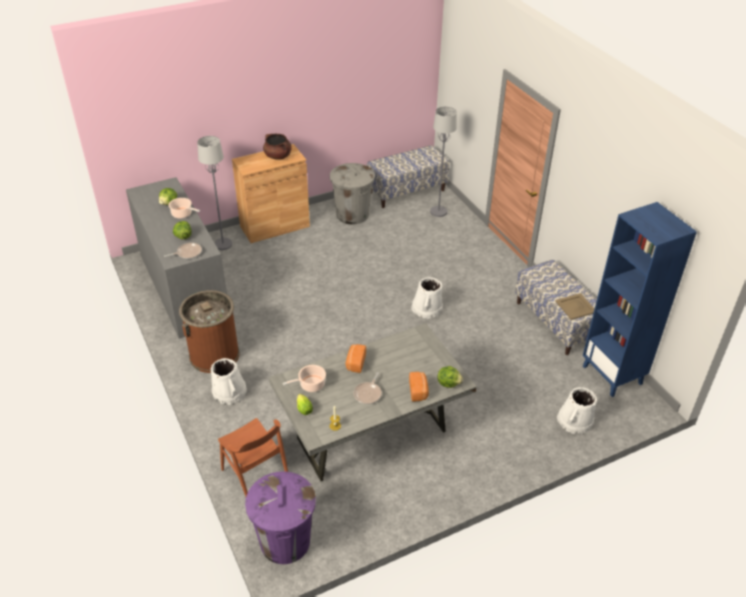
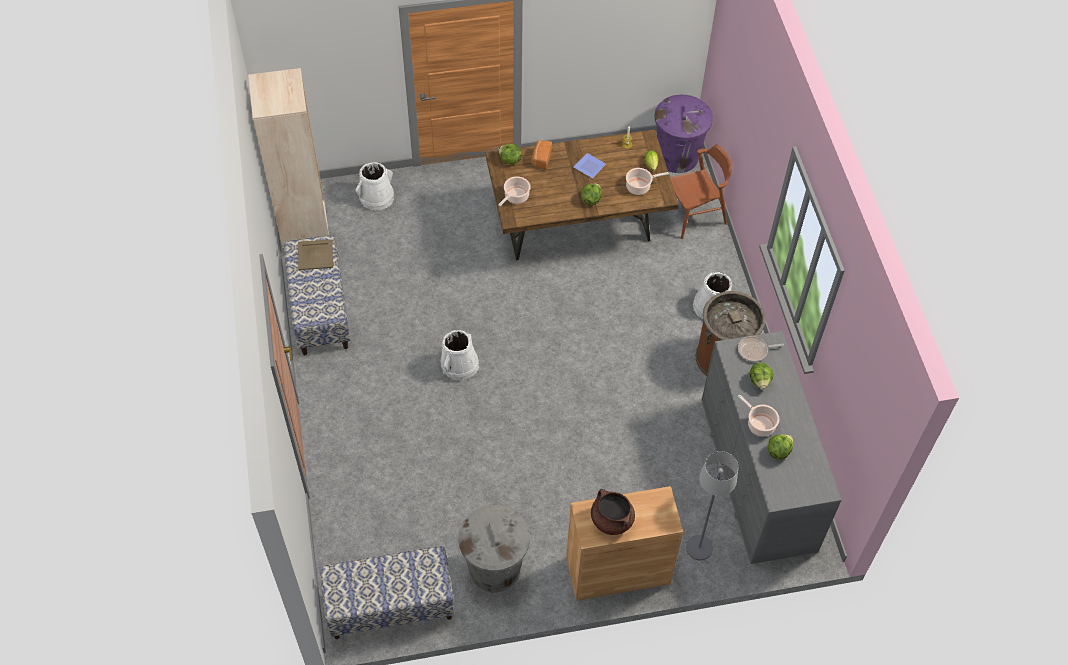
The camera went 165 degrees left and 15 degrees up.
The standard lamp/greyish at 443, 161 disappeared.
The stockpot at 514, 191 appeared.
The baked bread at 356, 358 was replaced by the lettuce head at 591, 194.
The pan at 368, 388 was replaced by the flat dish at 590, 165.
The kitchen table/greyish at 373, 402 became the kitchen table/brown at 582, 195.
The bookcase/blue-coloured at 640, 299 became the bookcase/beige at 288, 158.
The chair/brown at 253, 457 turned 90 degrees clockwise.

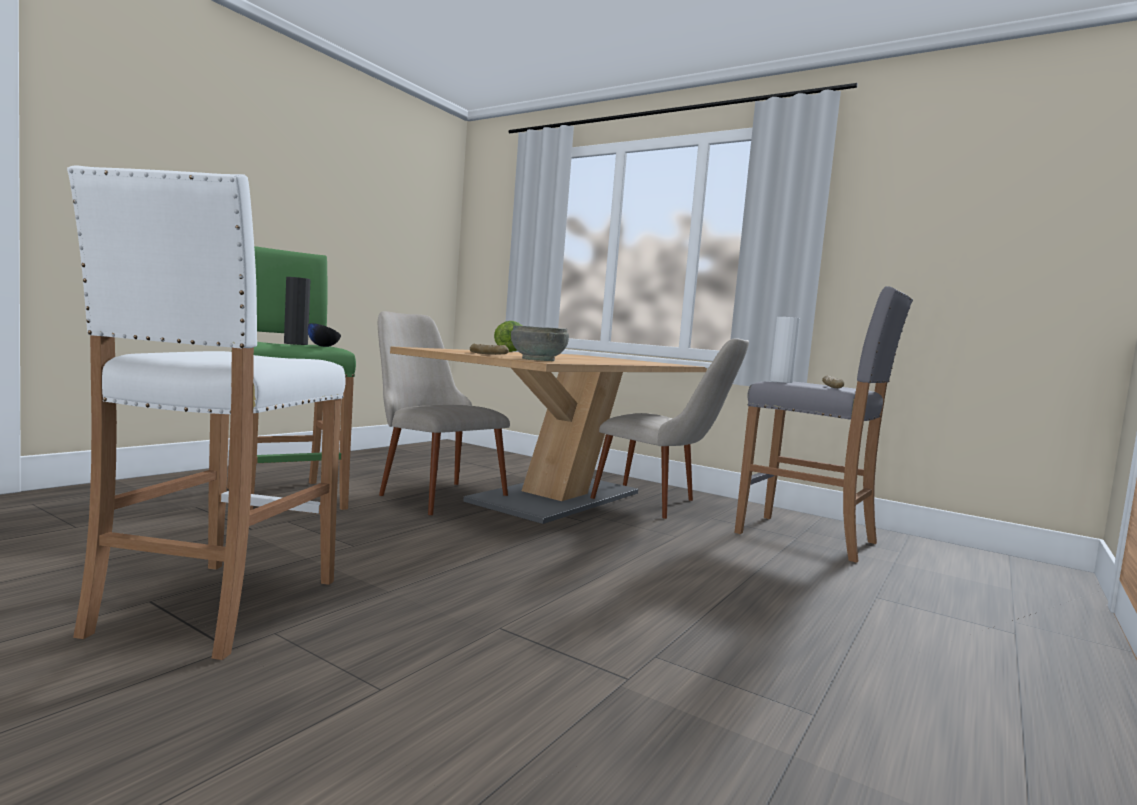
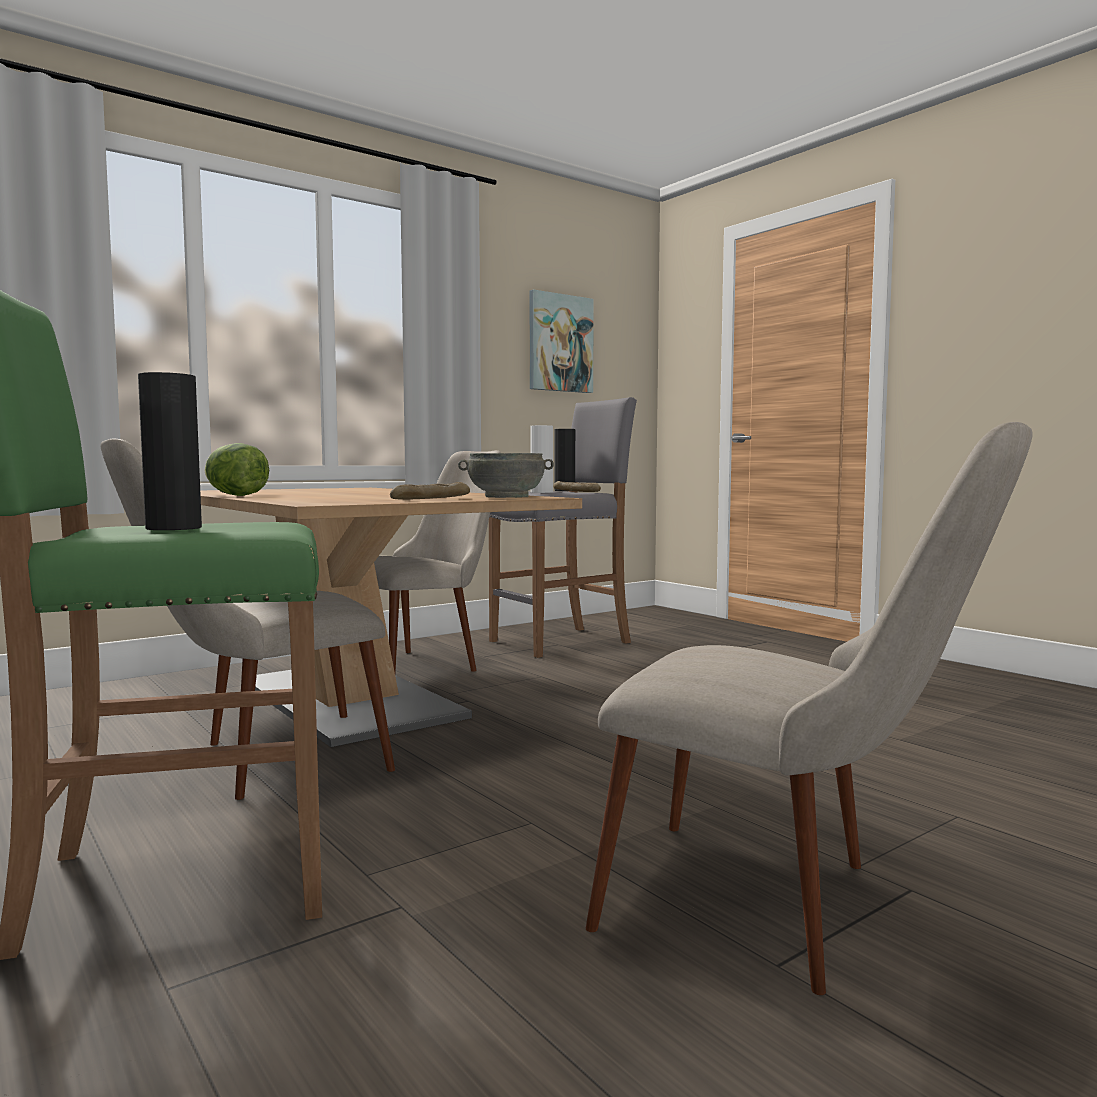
The camera went 70 degrees left and 0 degrees up.
The bowl/black at 324, 335 disappeared.
The wall picture at 562, 341 appeared.
The flower vase/black at 565, 460 appeared.
The stool seat/white at 206, 412 was replaced by the chair/beige at 809, 708.

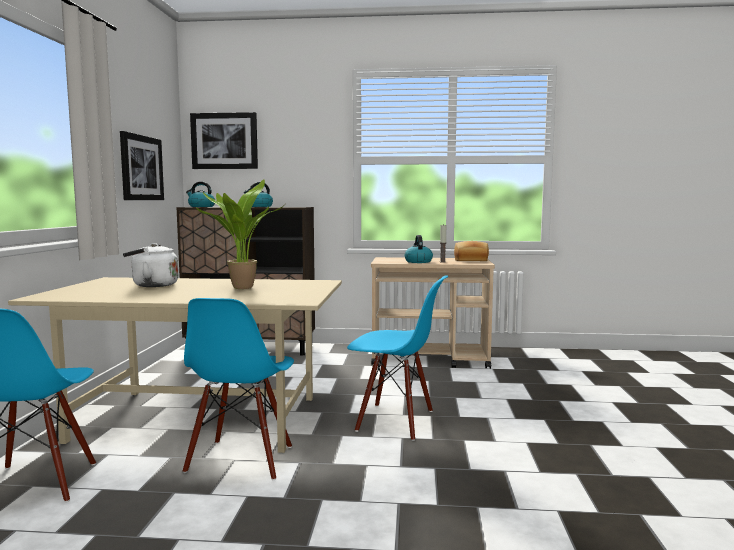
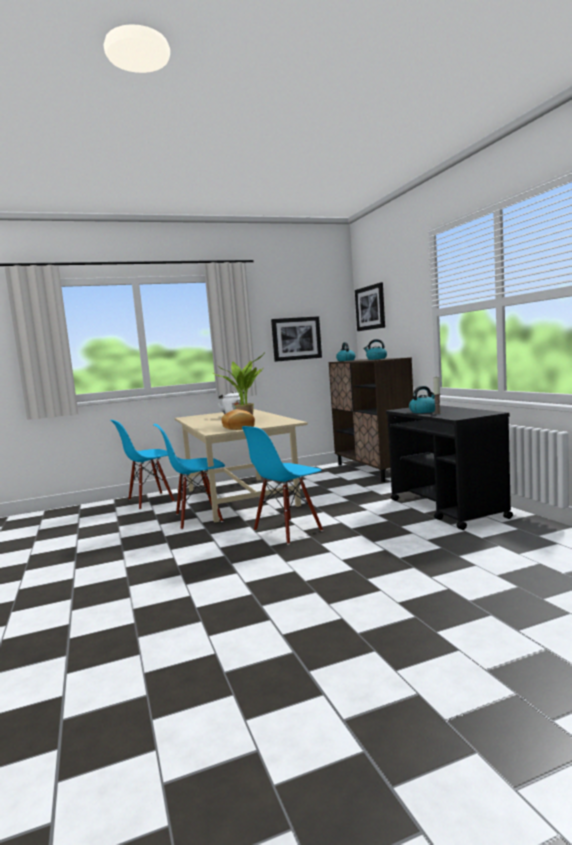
The camera went 65 degrees right and 0 degrees up.
The baked bread moved from 471, 251 to 238, 419.
The trolley/beige at 433, 313 became the trolley/black at 449, 467.
The chair/blue-coloured at 397, 358 turned 60 degrees clockwise.

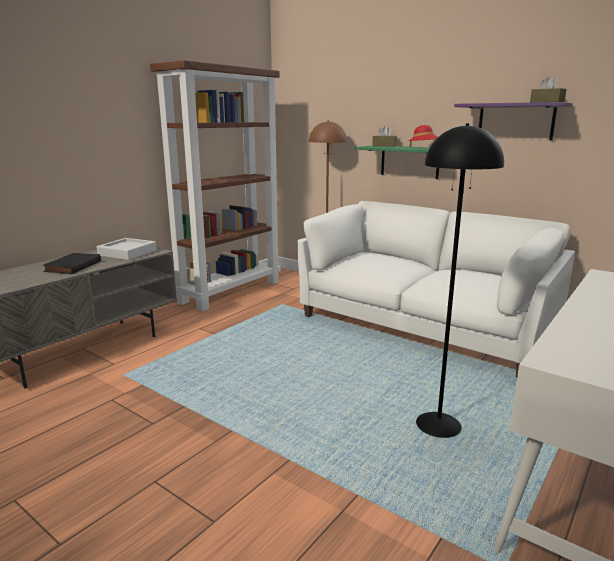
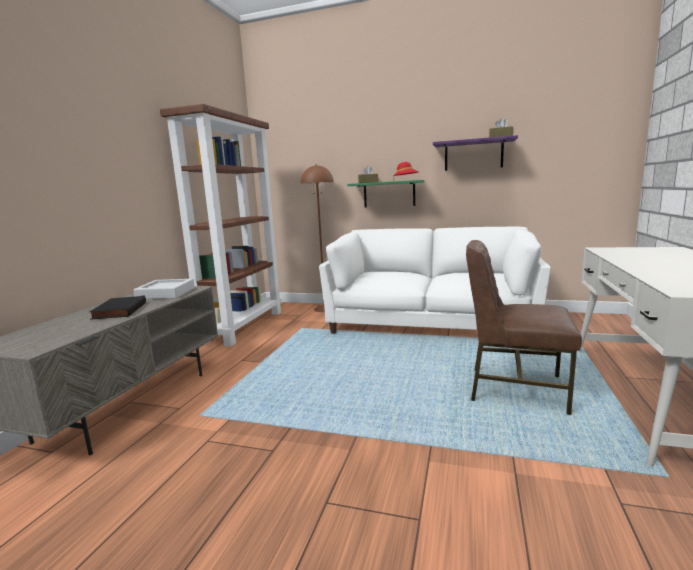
The camera went 20 degrees left and 5 degrees down.
The standard lamp/black at 460, 280 was replaced by the chair/brown at 524, 327.

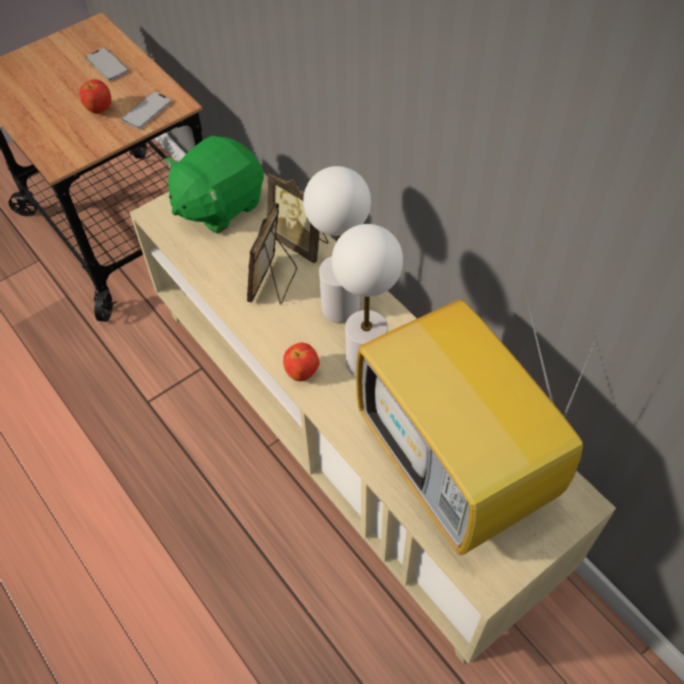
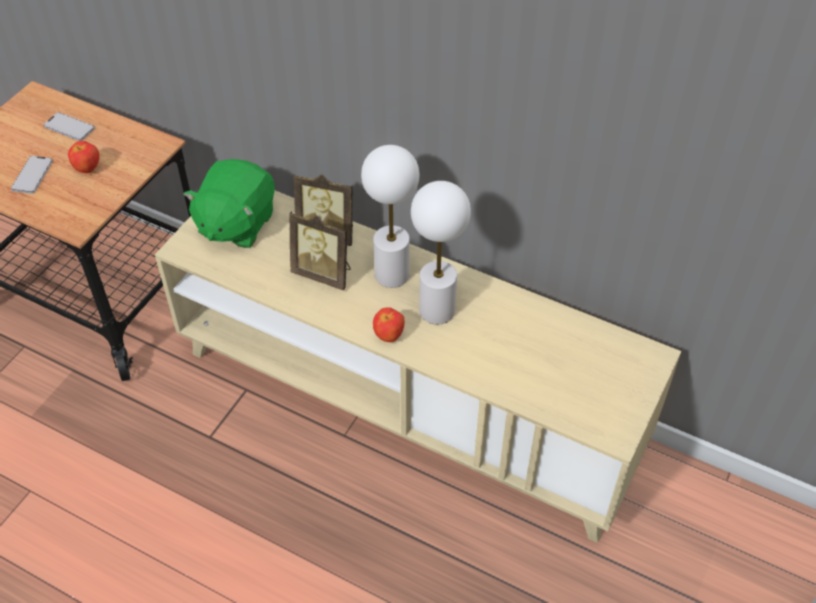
The camera went 25 degrees left and 5 degrees down.
The TV at 476, 418 disappeared.
The telephone moved from 147, 110 to 32, 175.
The picture frame at 272, 254 turned 60 degrees counterclockwise.

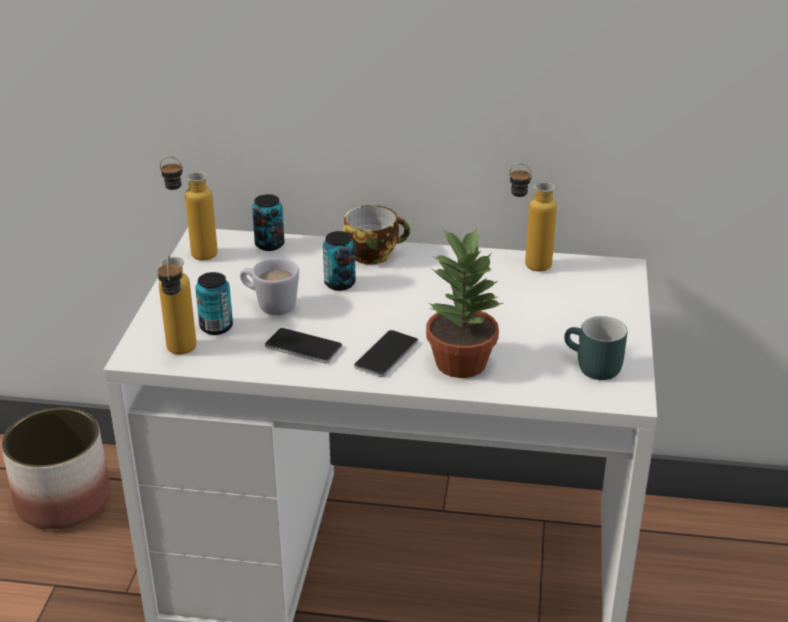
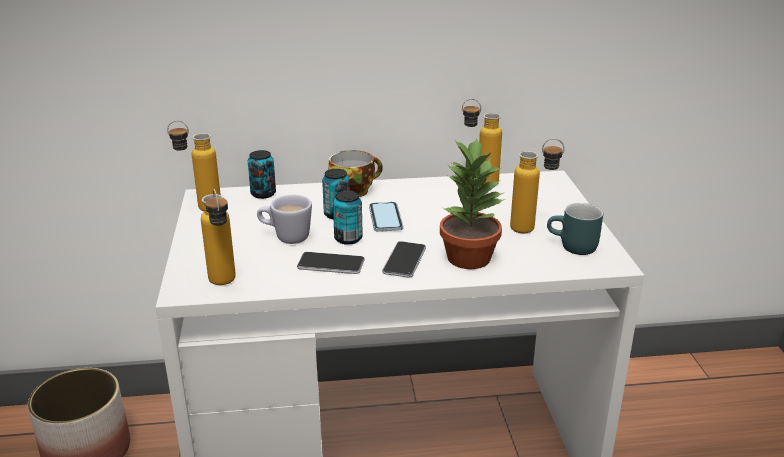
The camera went 15 degrees left and 5 degrees down.
The telephone at 386, 217 appeared.
The beverage bottle at 537, 185 appeared.
The metal can moved from 214, 303 to 348, 218.

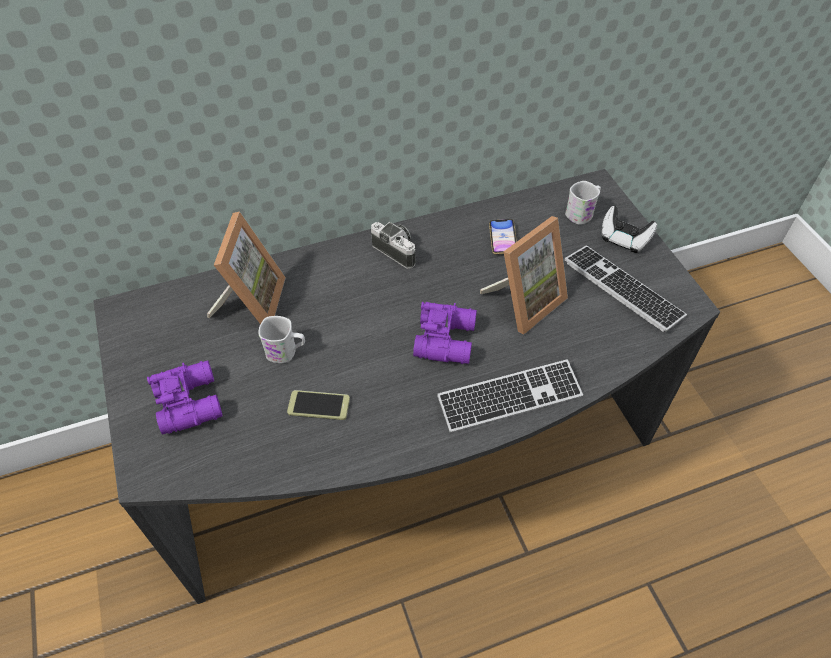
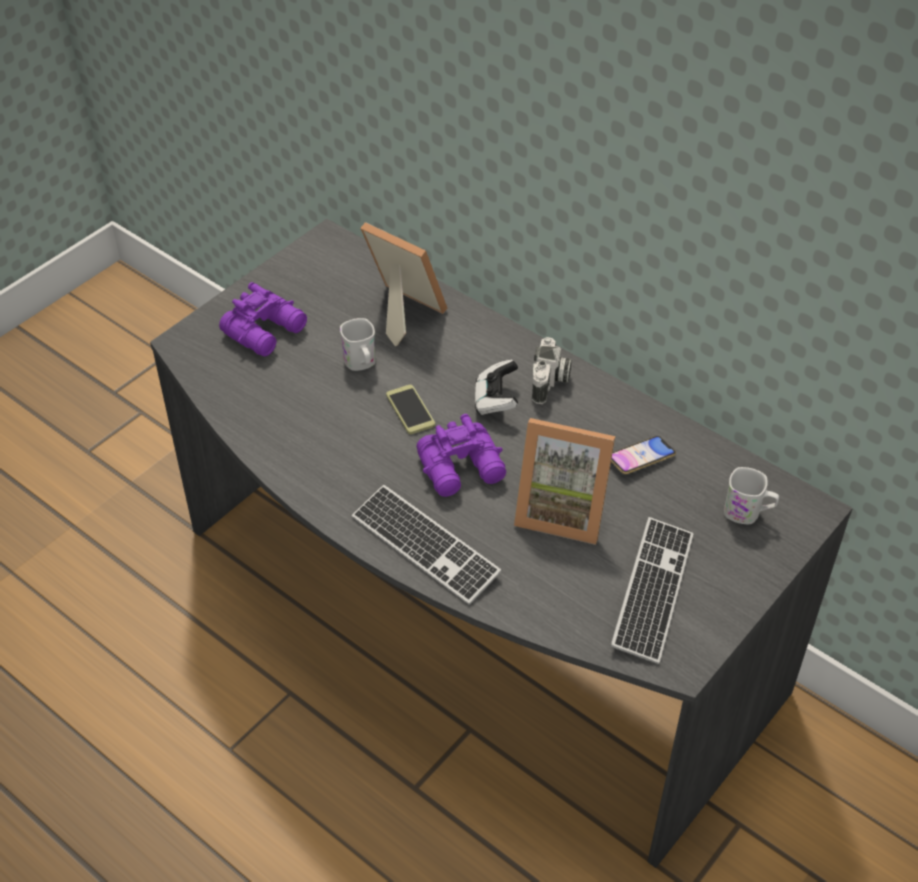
The camera went 60 degrees right and 5 degrees down.
The telephone moved from 318, 405 to 410, 409.
The joypad moved from 629, 229 to 496, 387.
The picture frame at 246, 268 turned 120 degrees counterclockwise.

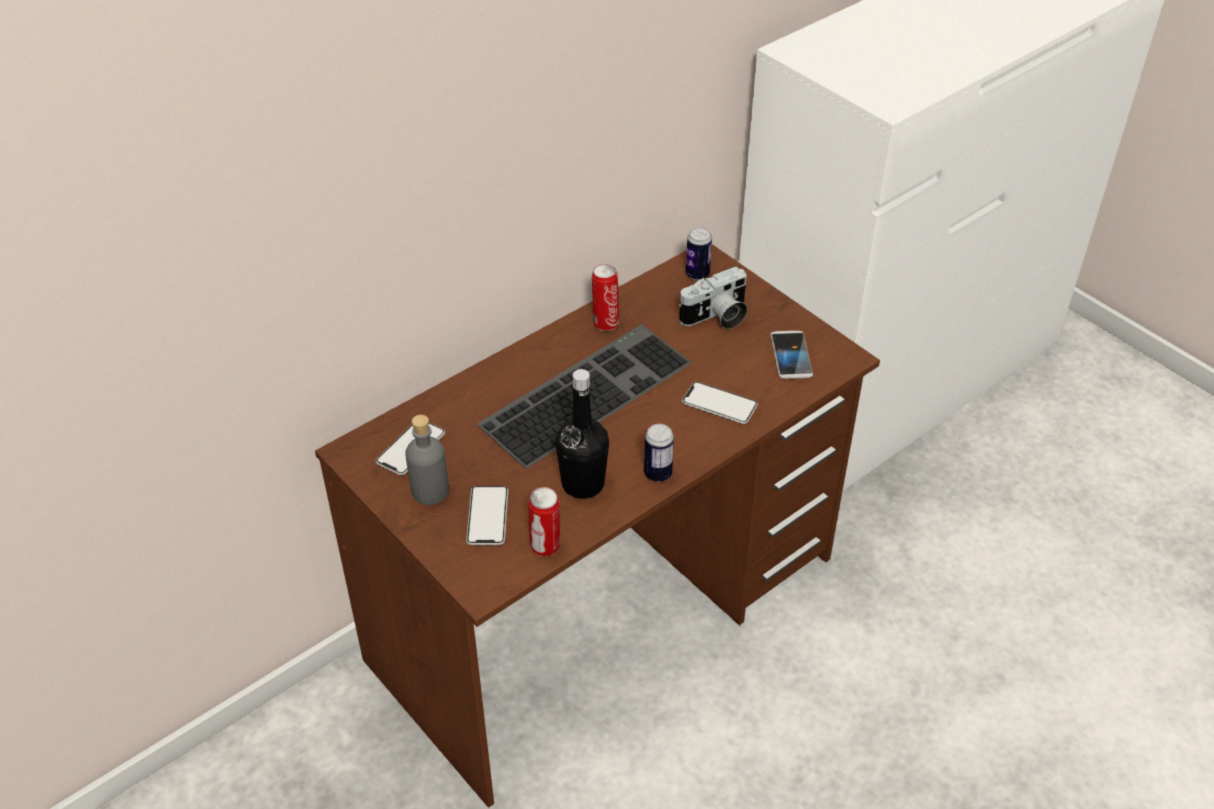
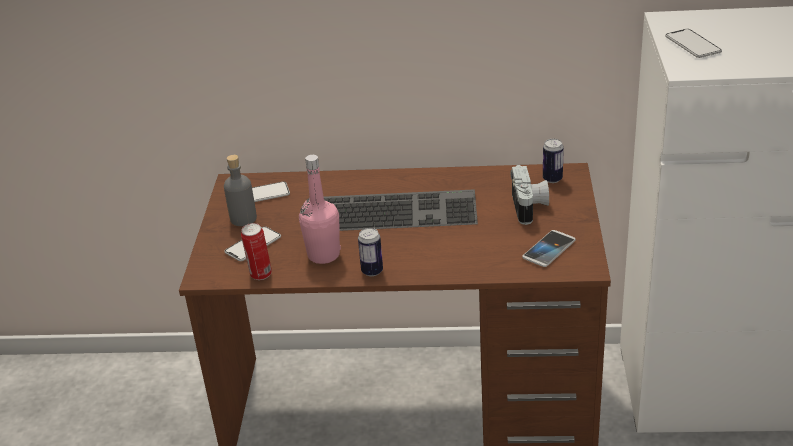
The camera went 45 degrees right and 10 degrees down.
The metal can at 605, 297 disappeared.
The telephone moved from 720, 403 to 693, 43.
The beverage bottle/black at 582, 434 became the beverage bottle/pink-coloured at 320, 209.
The photo camera at 713, 298 turned 105 degrees counterclockwise.

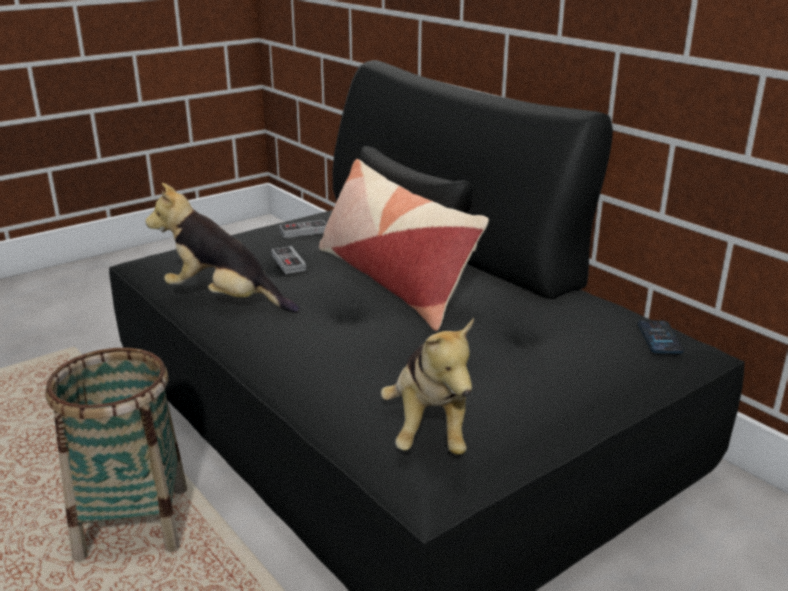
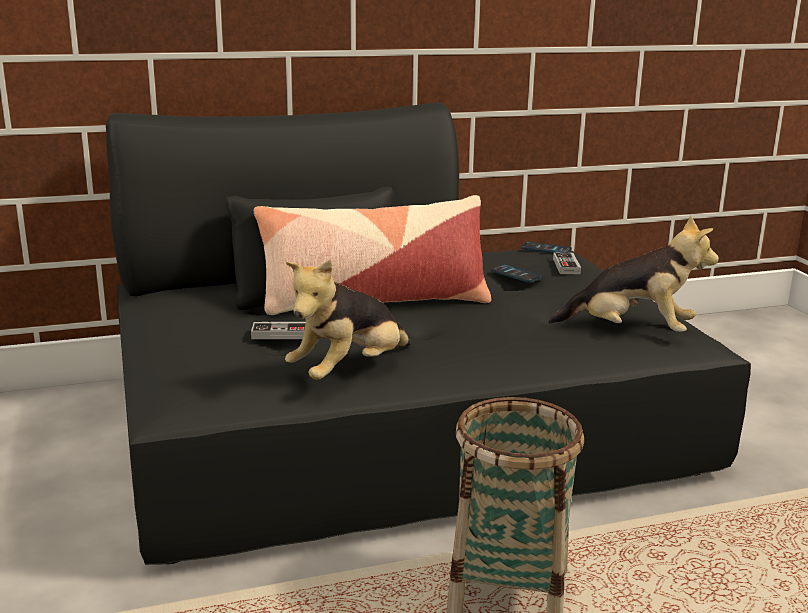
The camera went 70 degrees left and 5 degrees down.
The telephone at 517, 273 appeared.
The joypad moved from 303, 229 to 567, 263.

